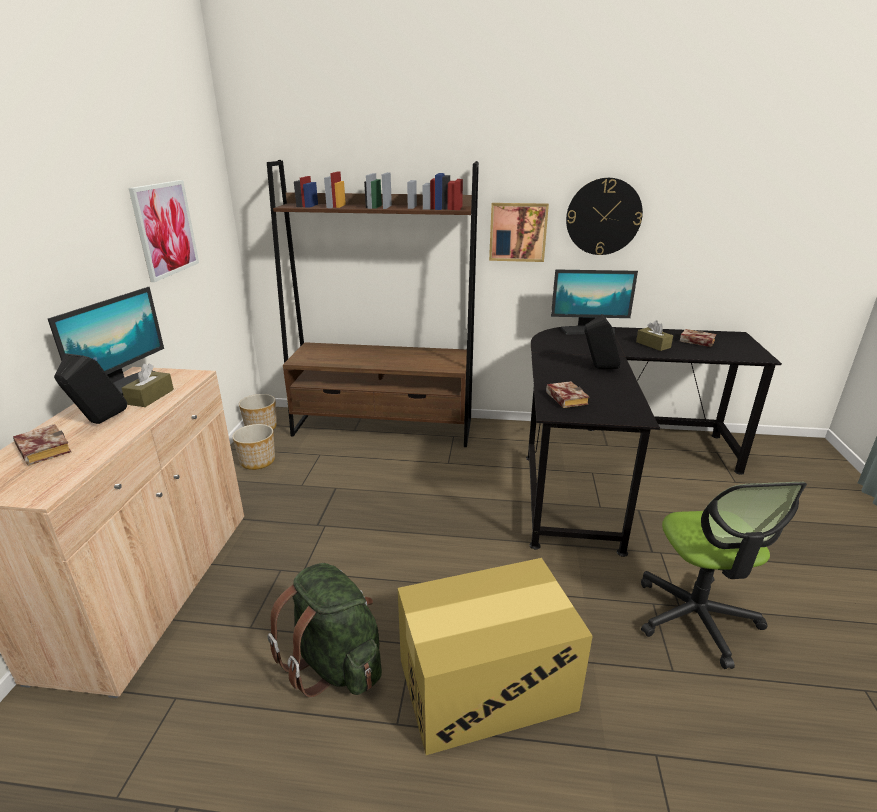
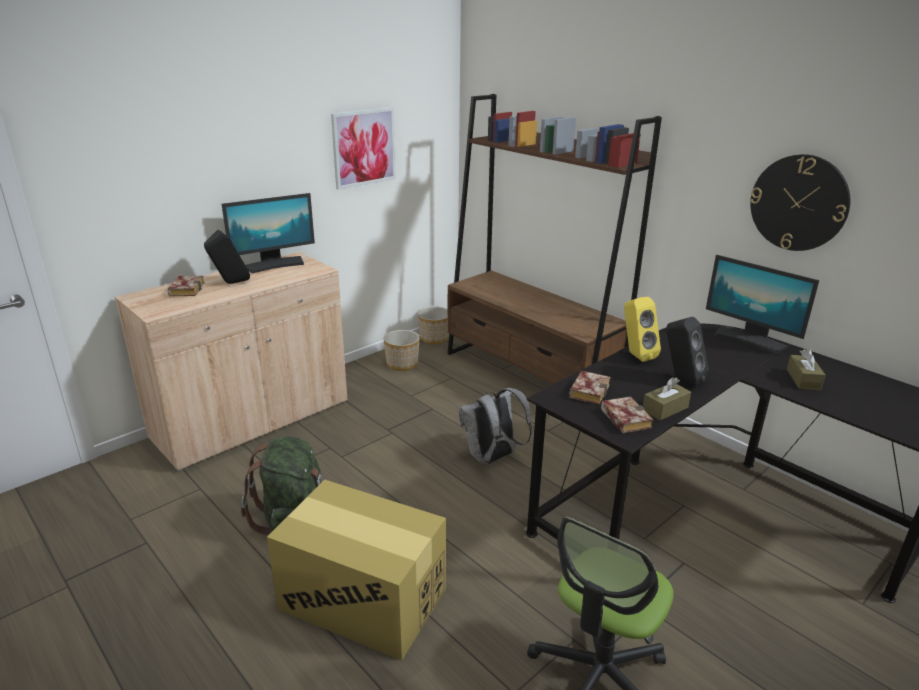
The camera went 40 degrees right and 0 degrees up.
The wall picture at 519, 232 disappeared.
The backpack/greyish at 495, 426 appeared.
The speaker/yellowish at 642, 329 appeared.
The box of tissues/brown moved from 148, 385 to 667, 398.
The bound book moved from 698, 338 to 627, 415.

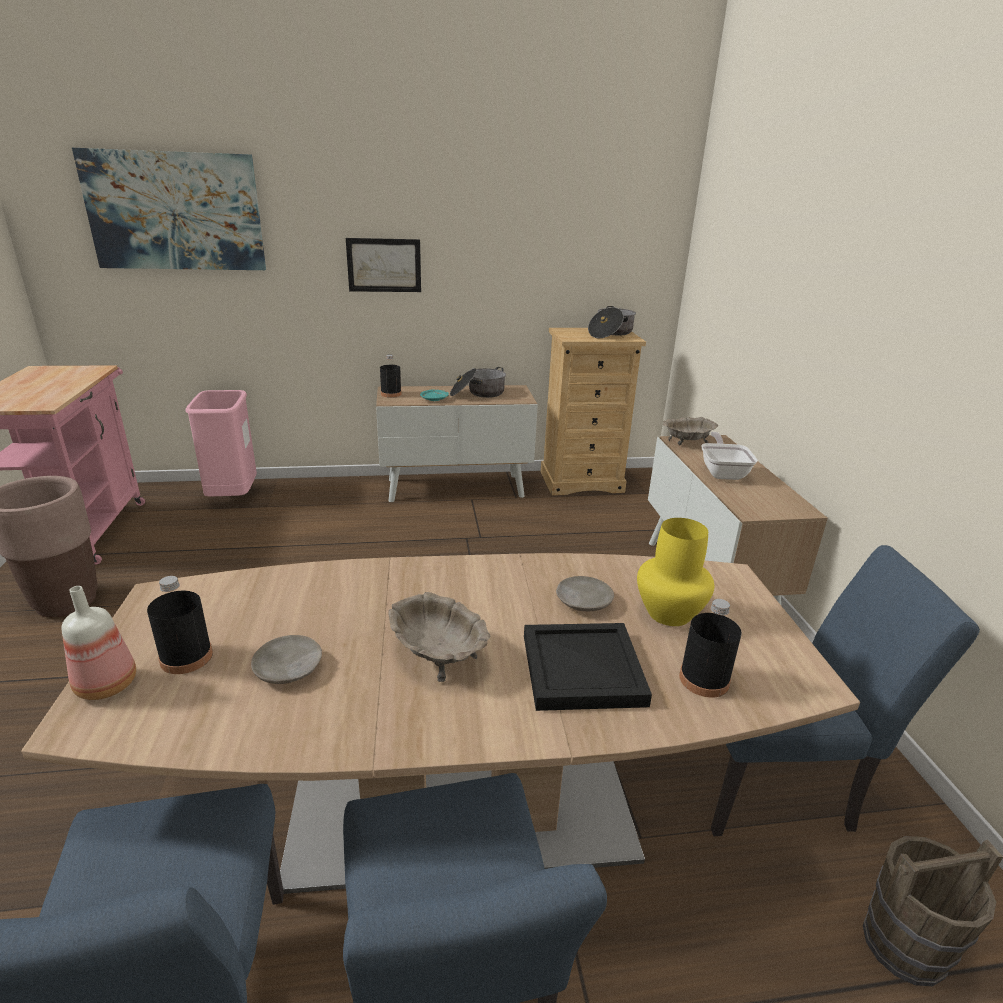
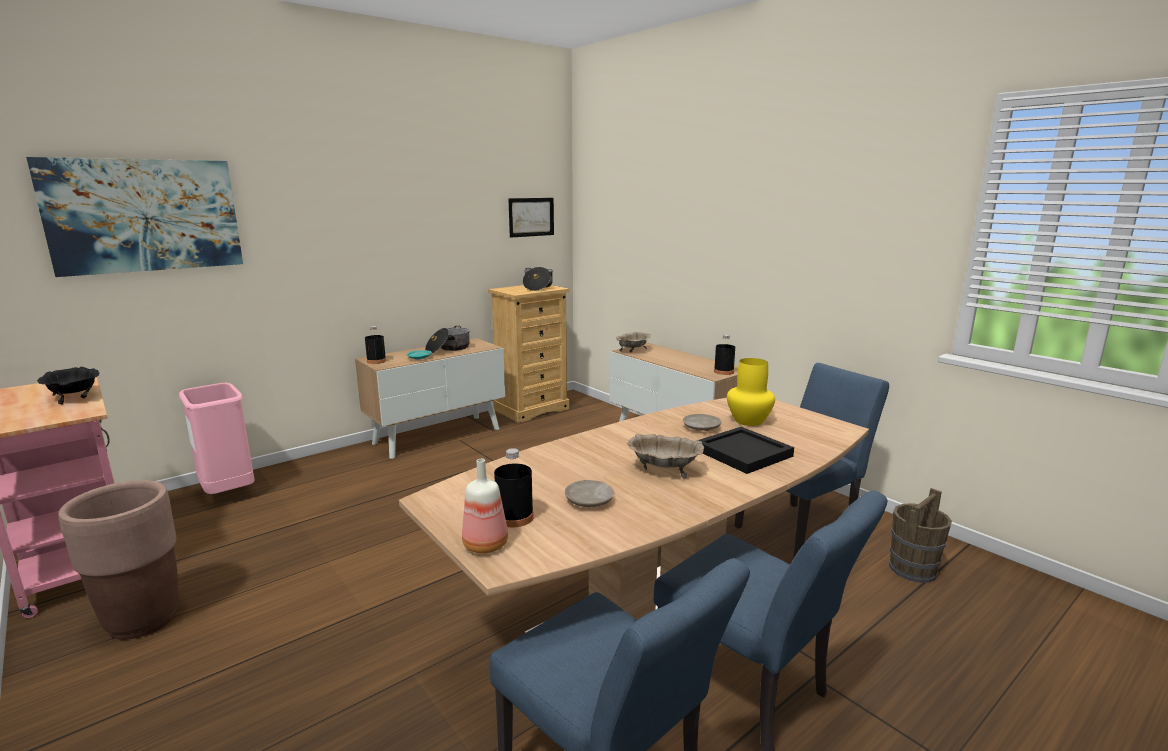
The camera went 30 degrees left and 10 degrees down.
The pan at 729, 456 disappeared.
The bowl/black at 68, 385 appeared.
The wall picture moved from 383, 265 to 531, 218.
The beverage bottle/black moved from 710, 648 to 724, 355.

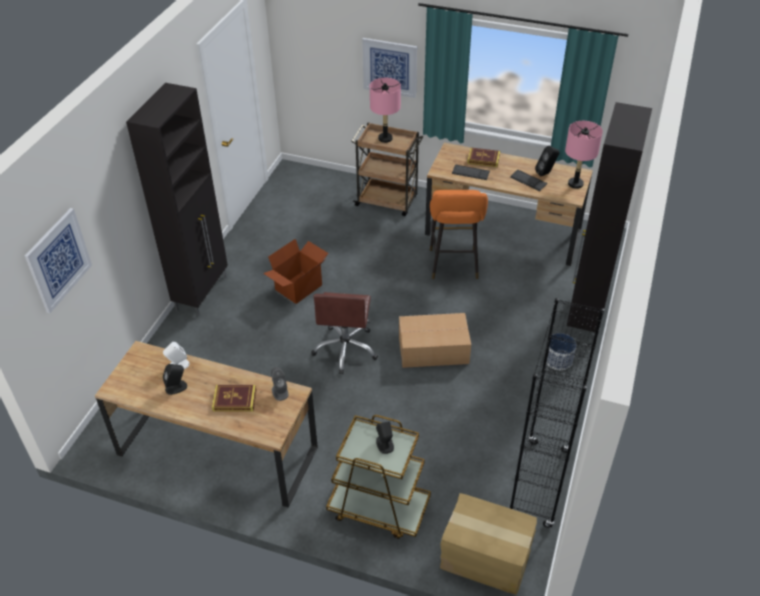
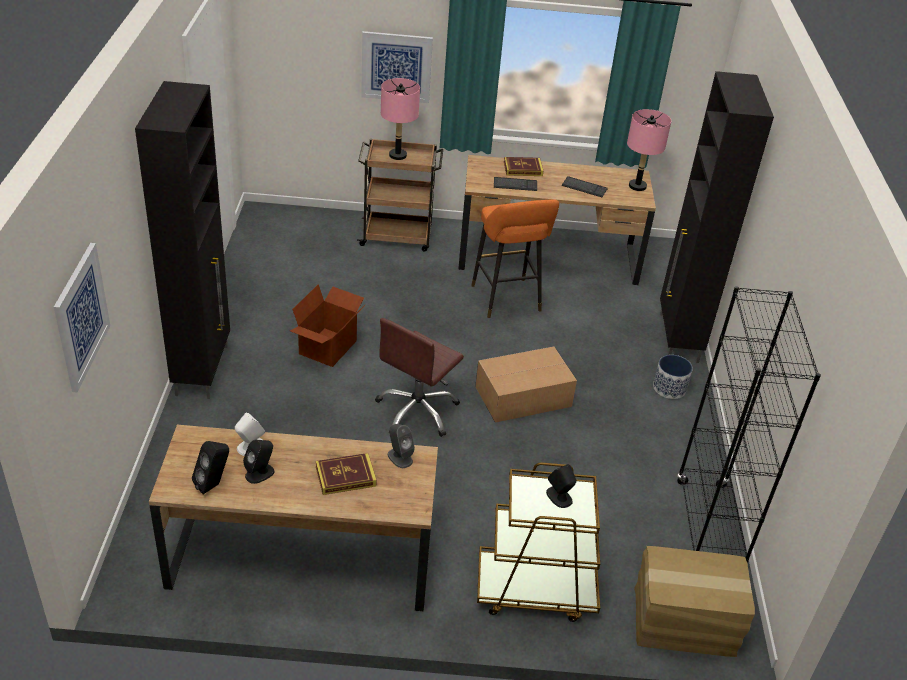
The camera went 20 degrees left and 5 degrees down.
The speaker/black moved from 547, 161 to 210, 467.
The office chair/brown at 344, 333 turned 45 degrees clockwise.

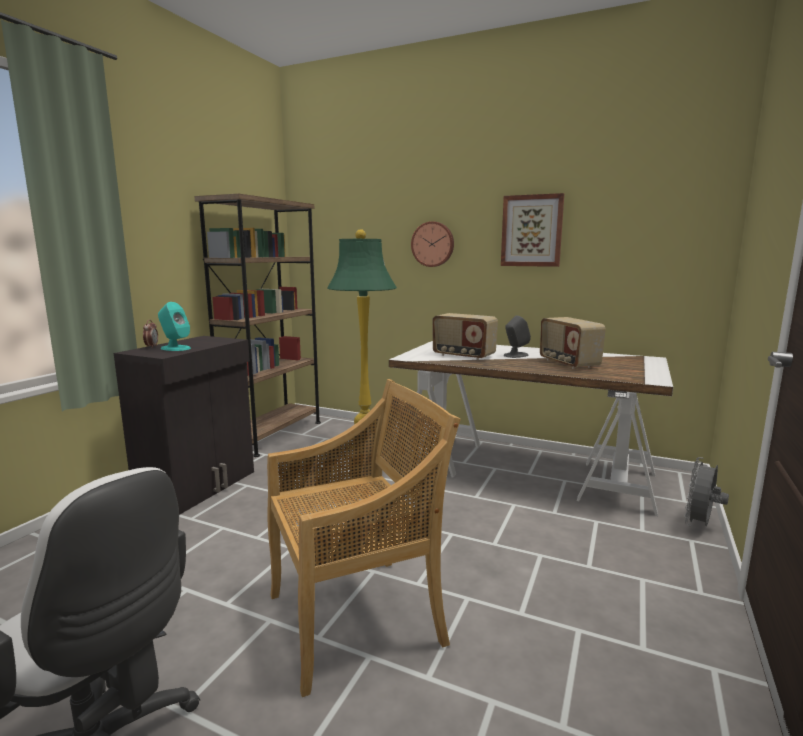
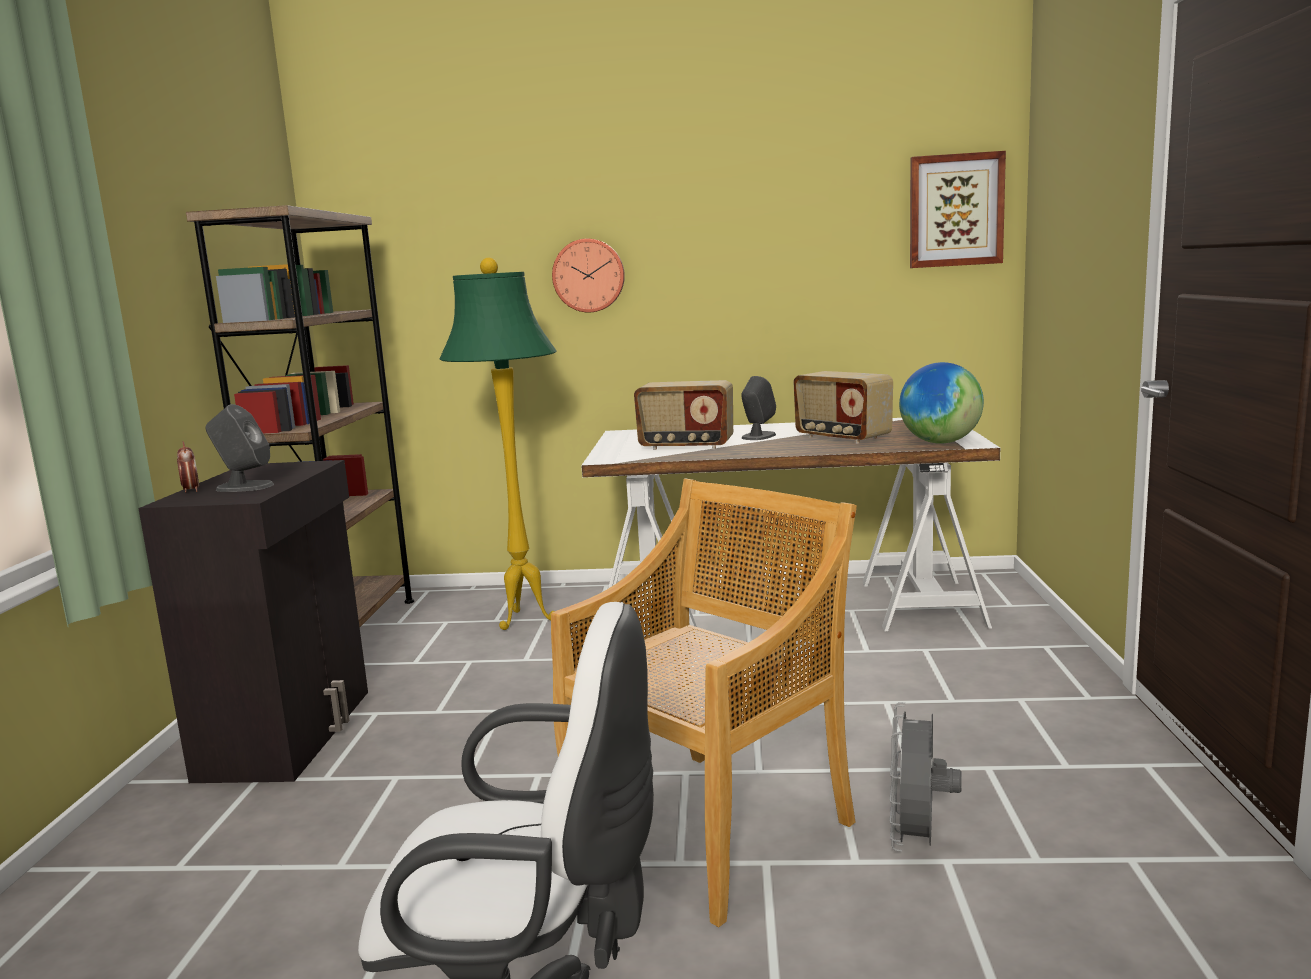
The camera went 20 degrees left and 0 degrees up.
The globe at 941, 403 appeared.
The wall picture moved from 532, 230 to 958, 209.
The fan/greyish moved from 706, 491 to 925, 777.
The speaker/turquoise-coloured at 174, 326 became the speaker/greyish at 239, 448.

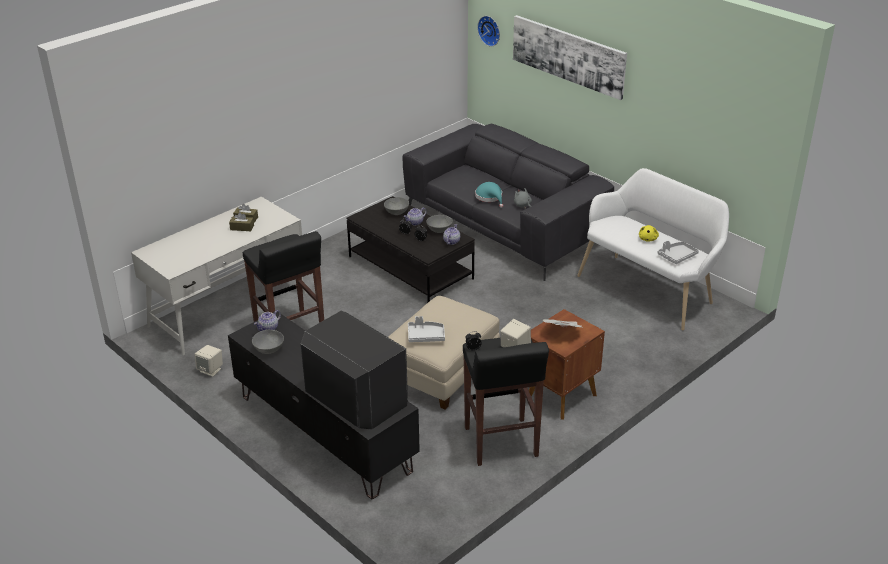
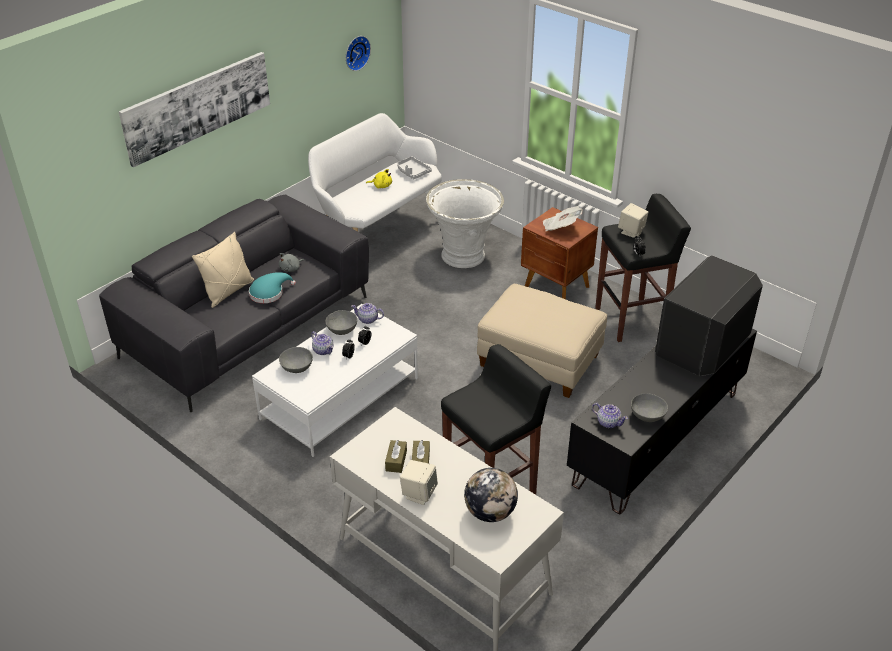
The camera went 95 degrees left and 5 degrees up.
The tray/greyish at 426, 329 disappeared.
The cushion/beige at 223, 270 appeared.
The flower pot/white at 465, 223 appeared.
The globe at 491, 495 appeared.
The speaker/beige moved from 209, 361 to 419, 482.
The wall clock moved from 488, 31 to 358, 53.
The low table/black at 410, 249 became the low table/white at 335, 380.

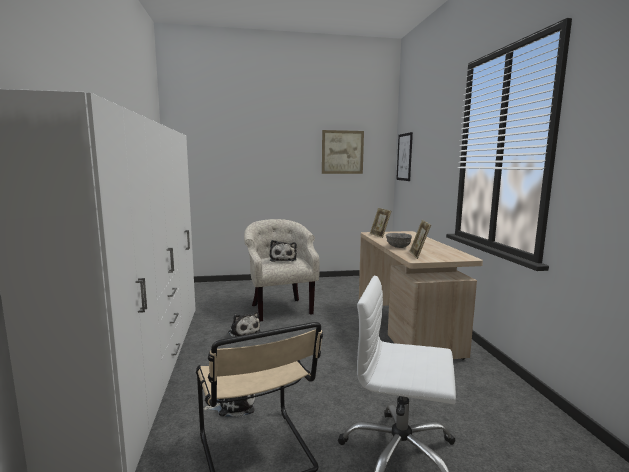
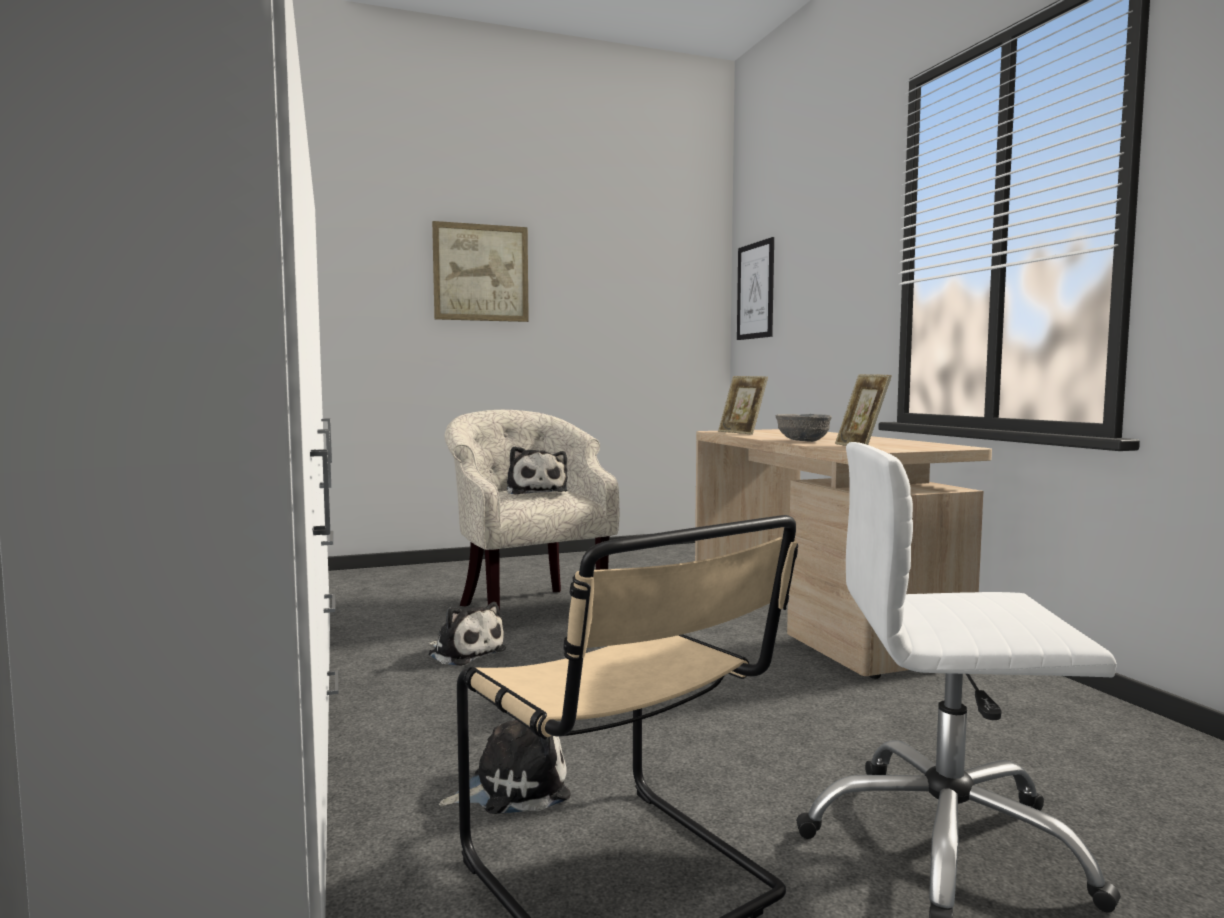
The camera went 10 degrees left and 5 degrees down.
The wall picture moved from 343, 152 to 480, 271.

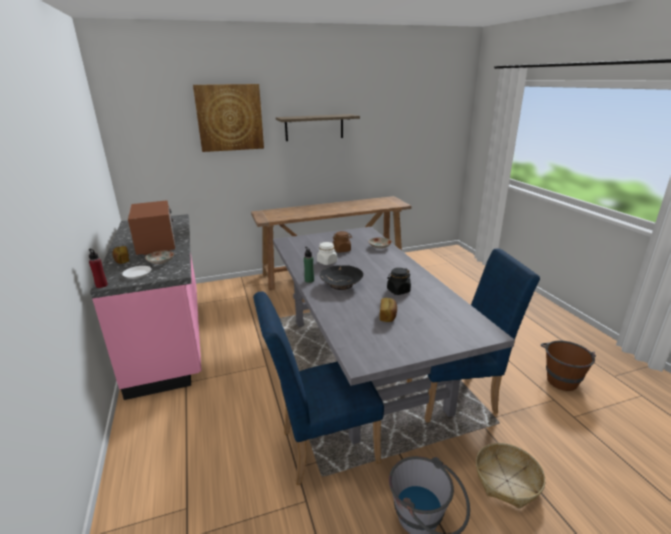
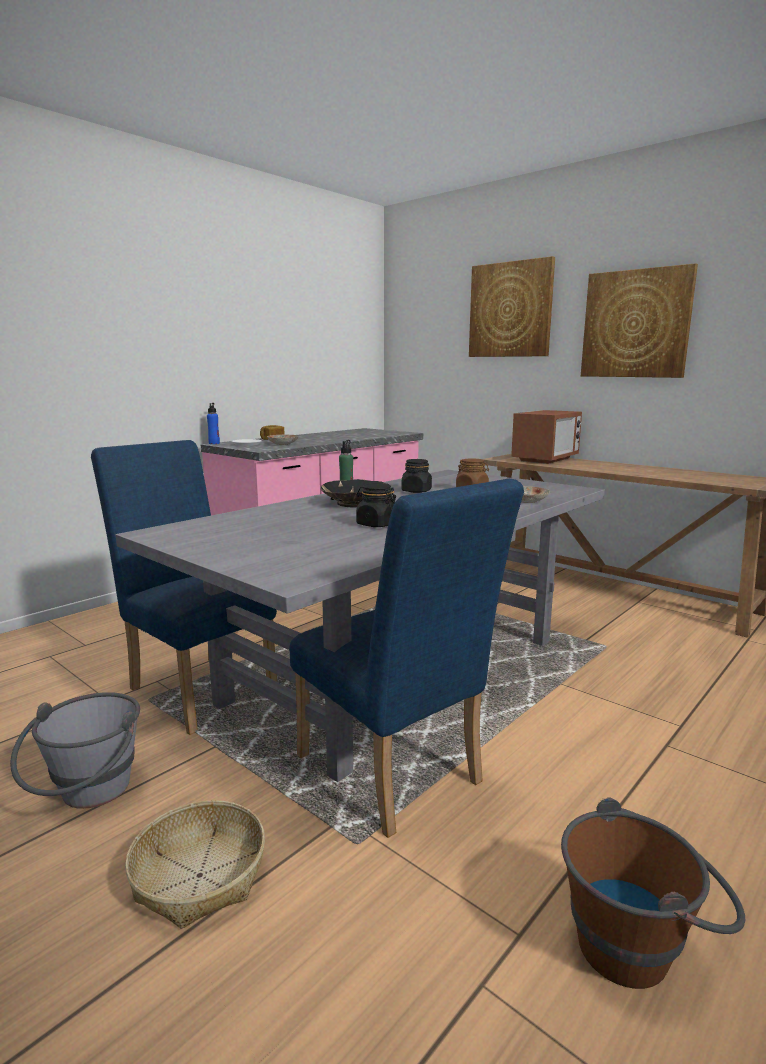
The camera went 60 degrees right and 10 degrees down.
The baked bread at 388, 310 disappeared.
The microwave moved from 151, 227 to 546, 437.
The wall shelf at 318, 127 was replaced by the wall picture at 639, 320.
The beverage bottle/reddish at 98, 268 became the beverage bottle/blue-coloured at 213, 423.
The storage jar/white at 327, 253 became the storage jar/black at 416, 476.

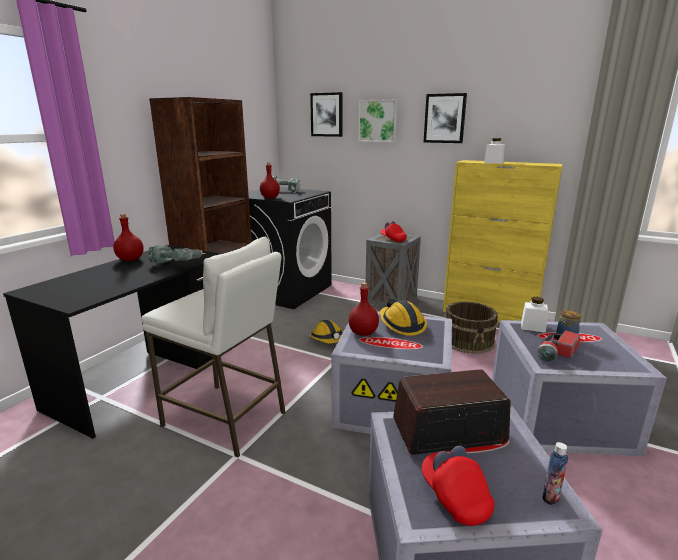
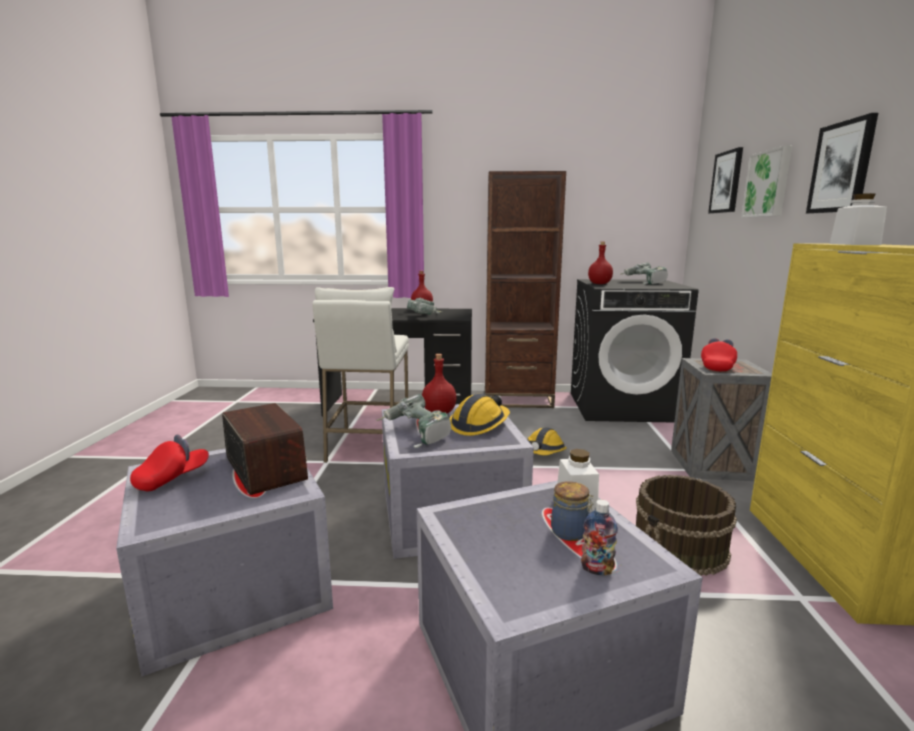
The camera went 65 degrees right and 5 degrees down.
The flashlight at 558, 346 disappeared.
The electric drill at 413, 421 appeared.
The beverage bottle moved from 555, 473 to 599, 537.

